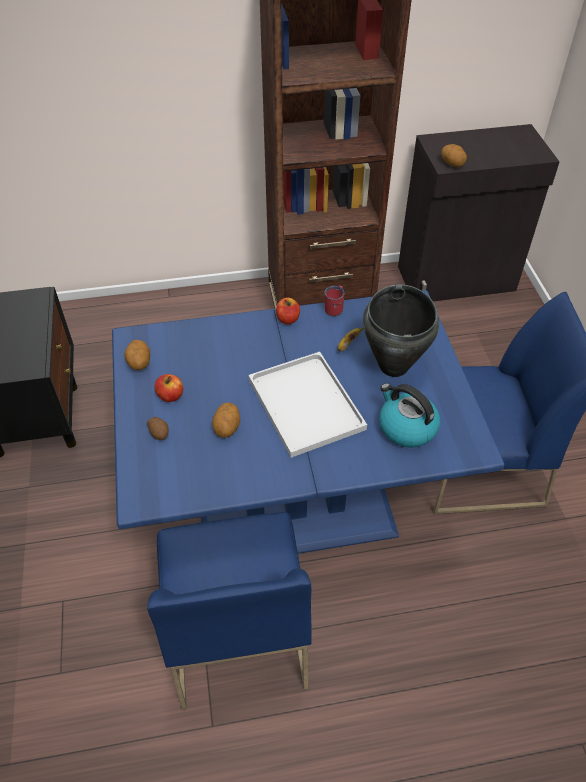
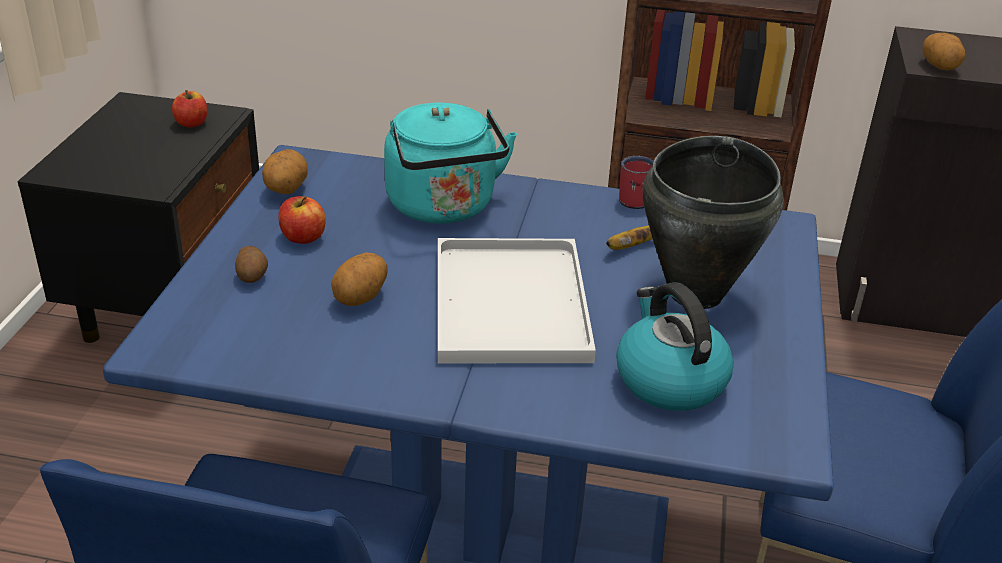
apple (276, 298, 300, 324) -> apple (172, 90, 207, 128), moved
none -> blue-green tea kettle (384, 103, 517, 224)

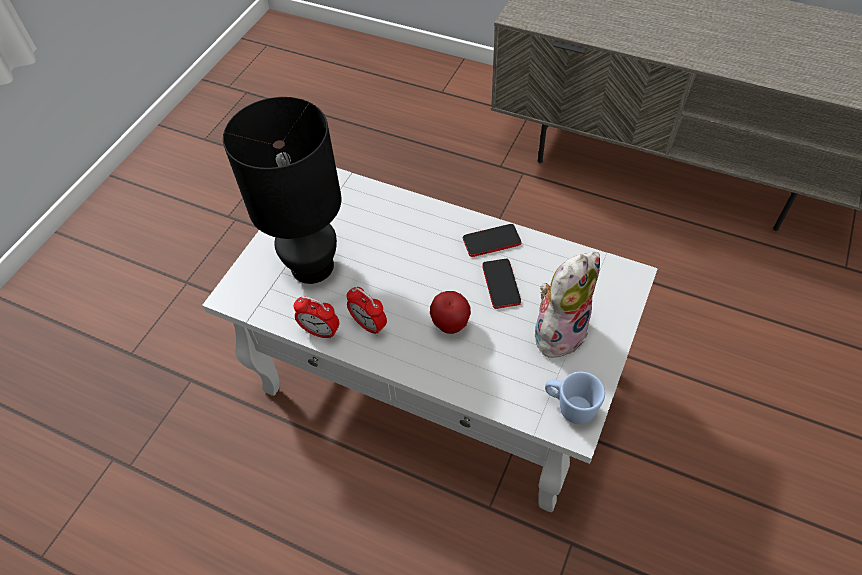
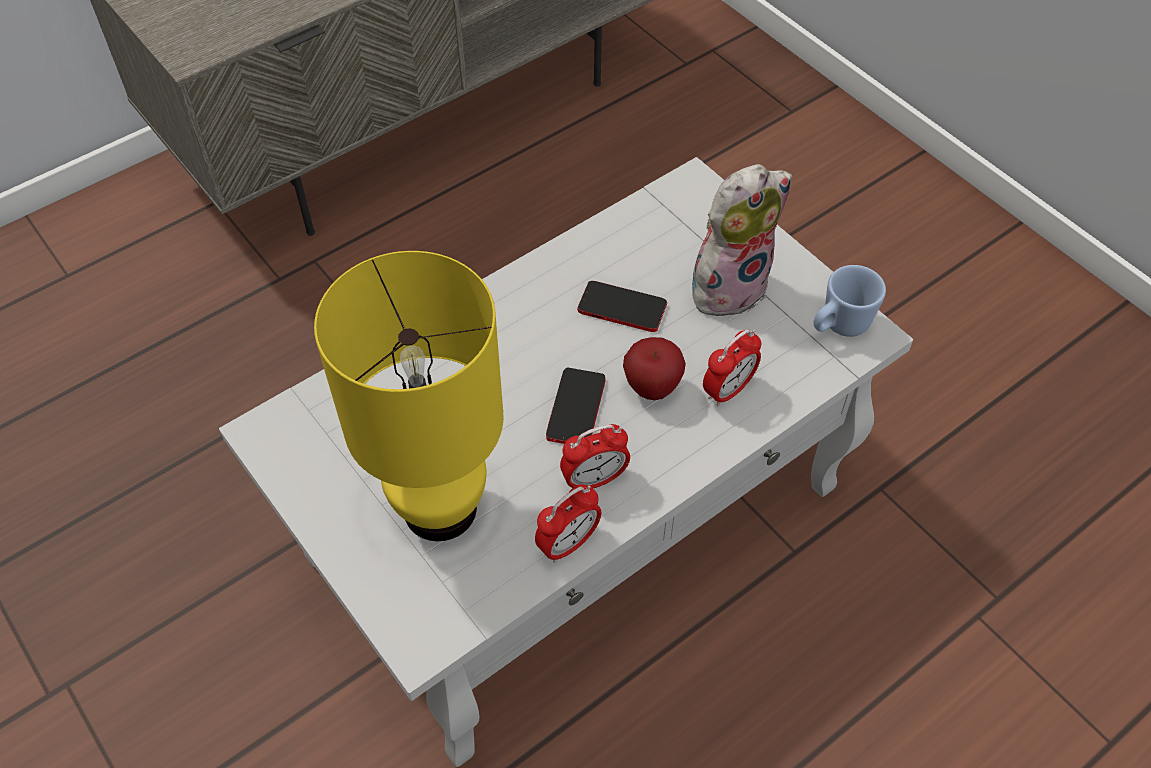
black table lamp (223, 97, 342, 284) -> yellowish table lamp (314, 251, 504, 541)
phone (463, 224, 522, 257) -> phone (546, 367, 606, 444), moved
soft toy (535, 252, 600, 363) -> soft toy (692, 164, 792, 320), 75 degrees clockwise
none -> bedside clock (703, 329, 761, 407)

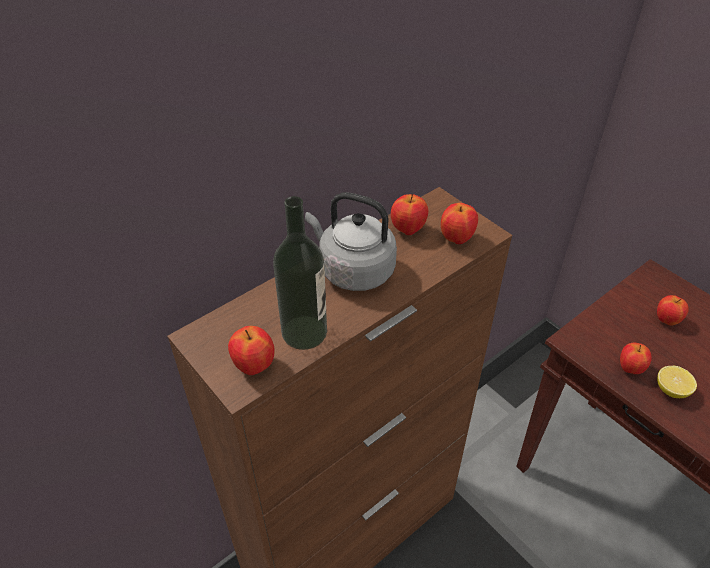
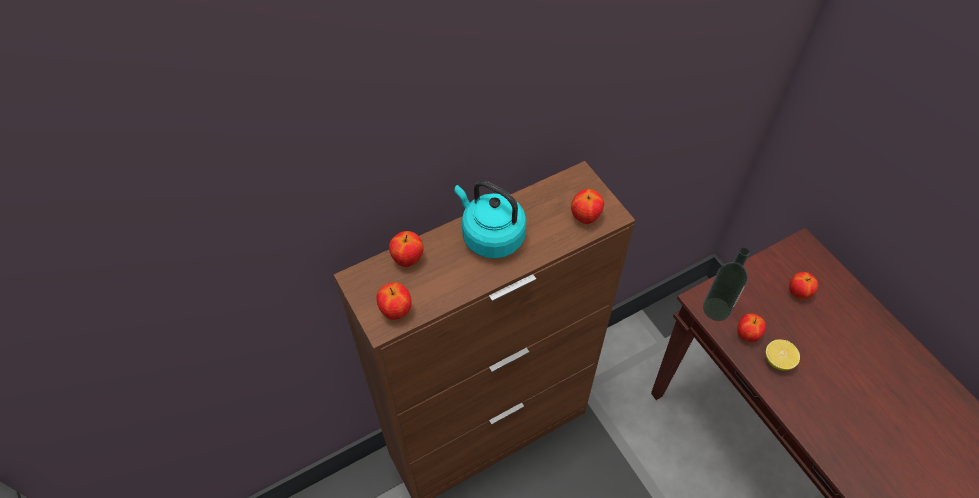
grey tea kettle (305, 192, 397, 291) -> blue-green tea kettle (454, 180, 526, 259)
apple (391, 194, 428, 235) -> apple (389, 231, 423, 267), moved
drink bottle (273, 196, 327, 350) -> drink bottle (703, 247, 750, 321), moved

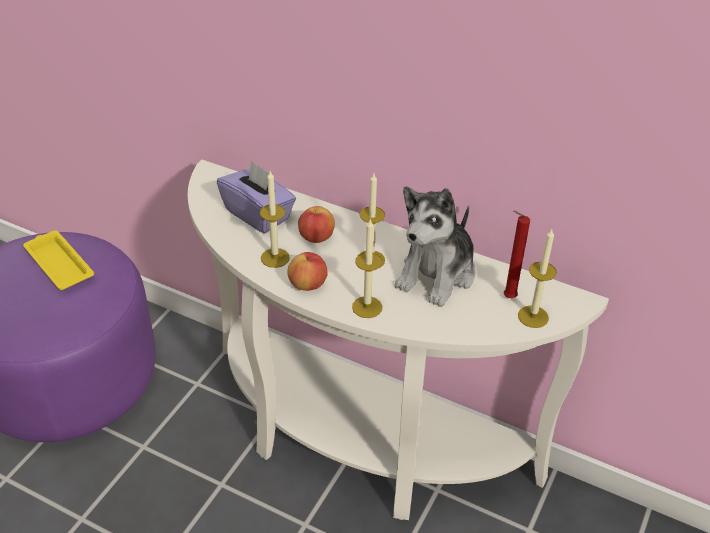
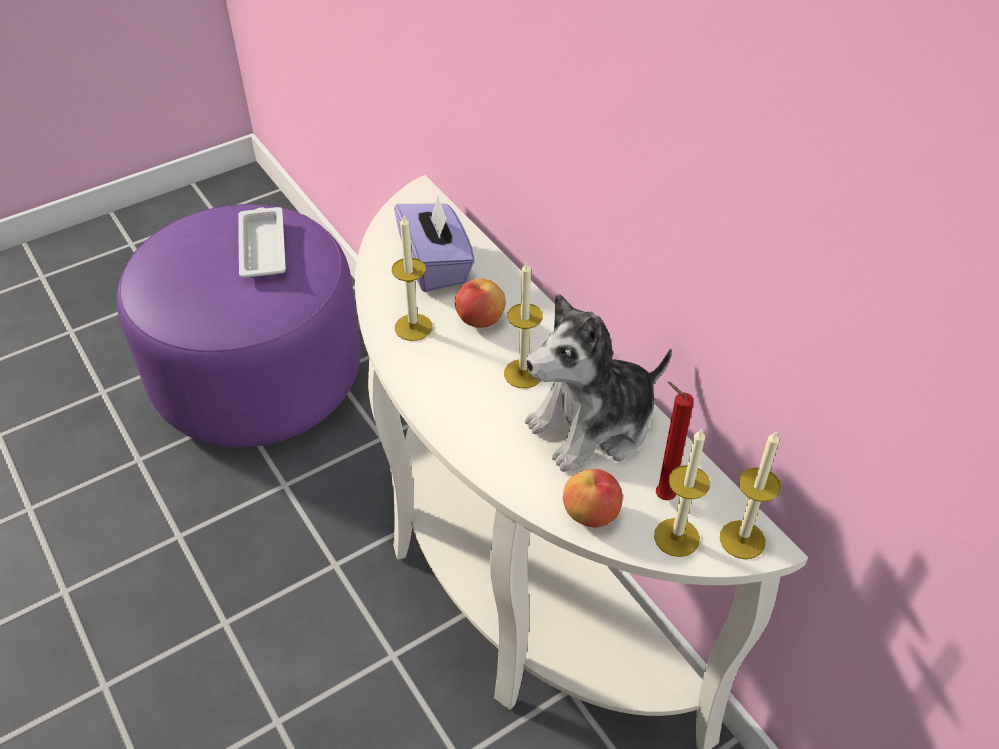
wax candle (352, 218, 382, 318) -> wax candle (720, 430, 781, 559), moved
yellowish serving tray (23, 230, 94, 290) -> white-coloured serving tray (238, 207, 286, 278)
apple (287, 252, 328, 291) -> apple (563, 469, 623, 528), moved

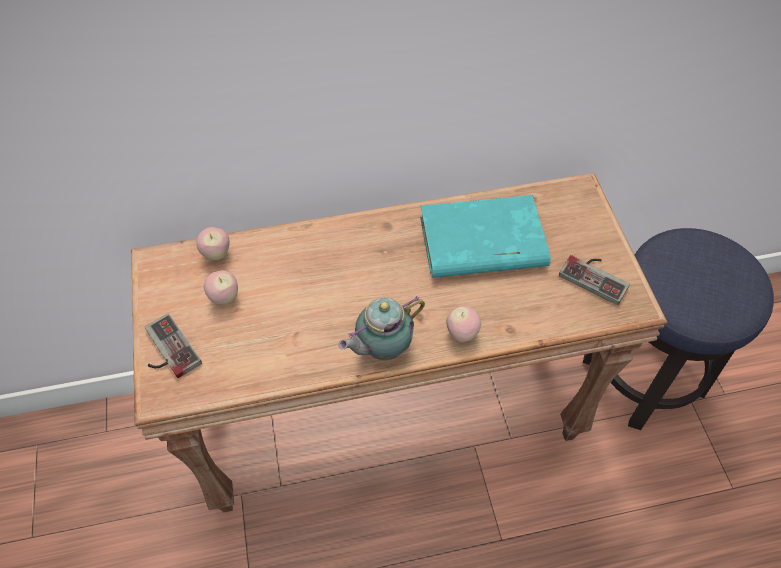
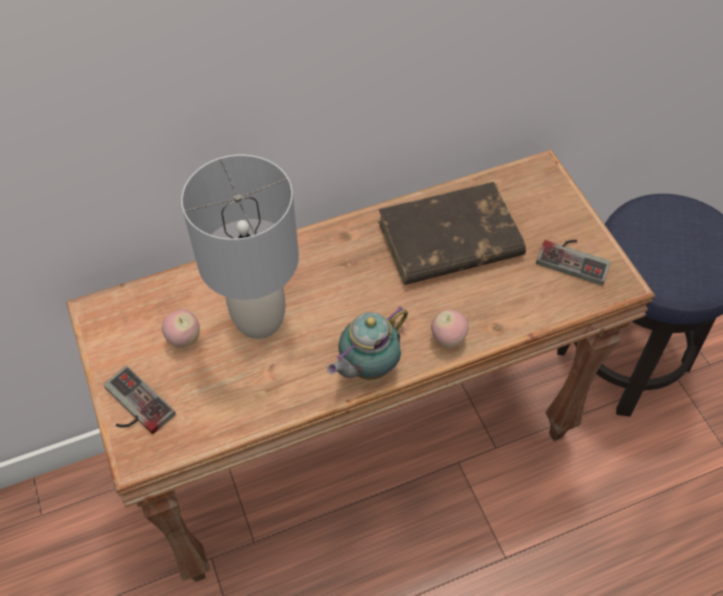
blue-green volume (420, 195, 551, 278) -> brown volume (378, 182, 526, 285)
apple (196, 227, 229, 260) -> none
none -> grey table lamp (181, 154, 299, 339)

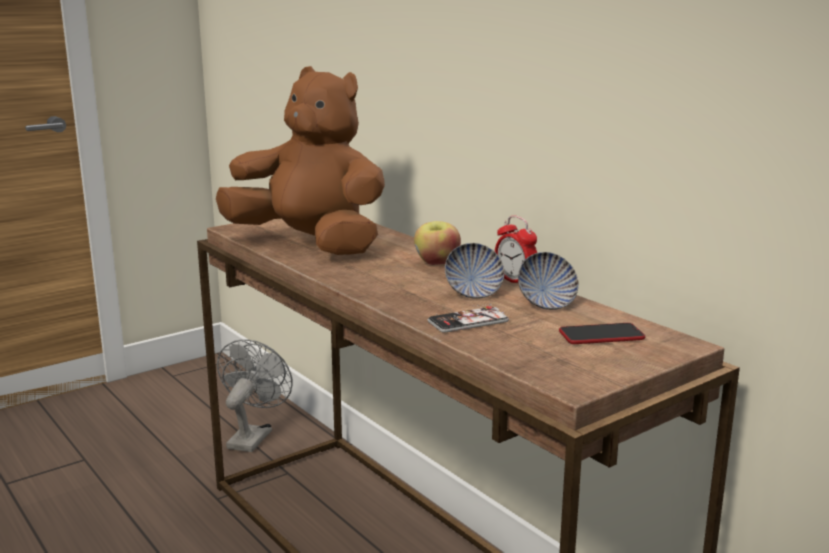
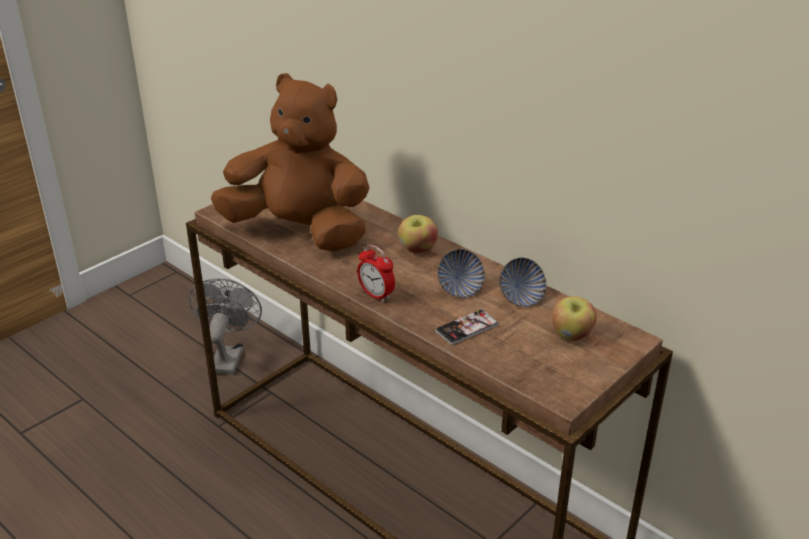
bedside clock (495, 215, 537, 283) -> bedside clock (357, 245, 395, 303), moved
phone (559, 323, 645, 344) -> apple (552, 296, 597, 341)

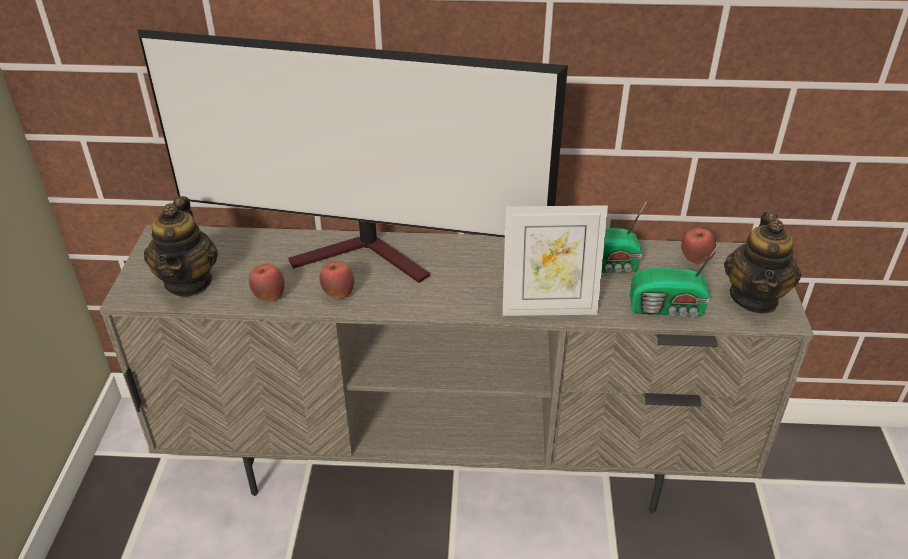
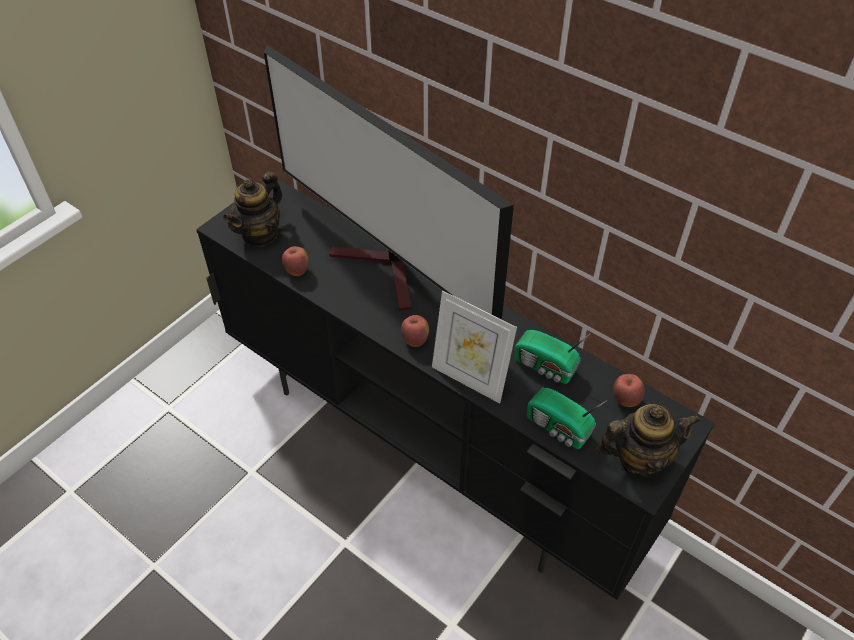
pot for tea (724, 211, 801, 314) -> pot for tea (596, 404, 701, 478), 150 degrees counterclockwise
sand-coloured tv unit (99, 225, 814, 513) -> black tv unit (196, 180, 715, 600)
apple (319, 261, 354, 299) -> apple (401, 315, 429, 347), moved

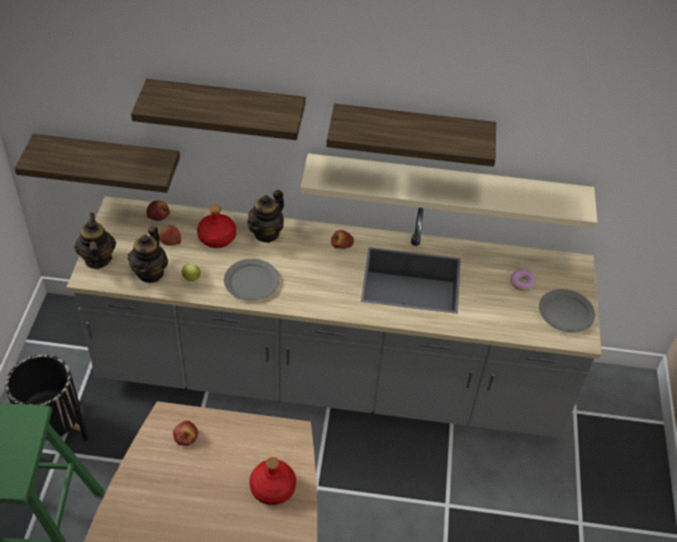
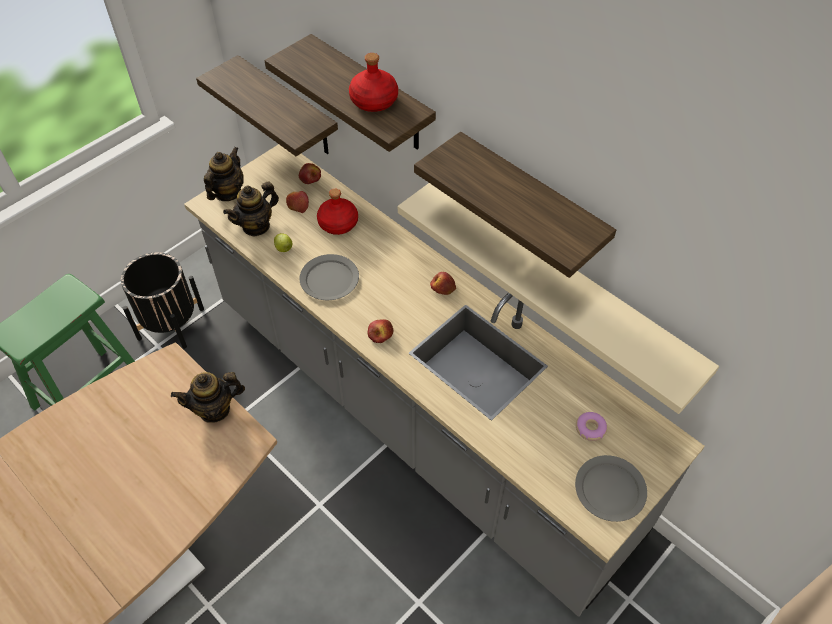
pot for tea (247, 190, 284, 243) -> pot for tea (171, 372, 245, 422), moved
apple (173, 420, 198, 446) -> apple (368, 319, 393, 343), moved
red-coloured drink bottle (249, 457, 296, 505) -> red-coloured drink bottle (349, 53, 398, 112), moved

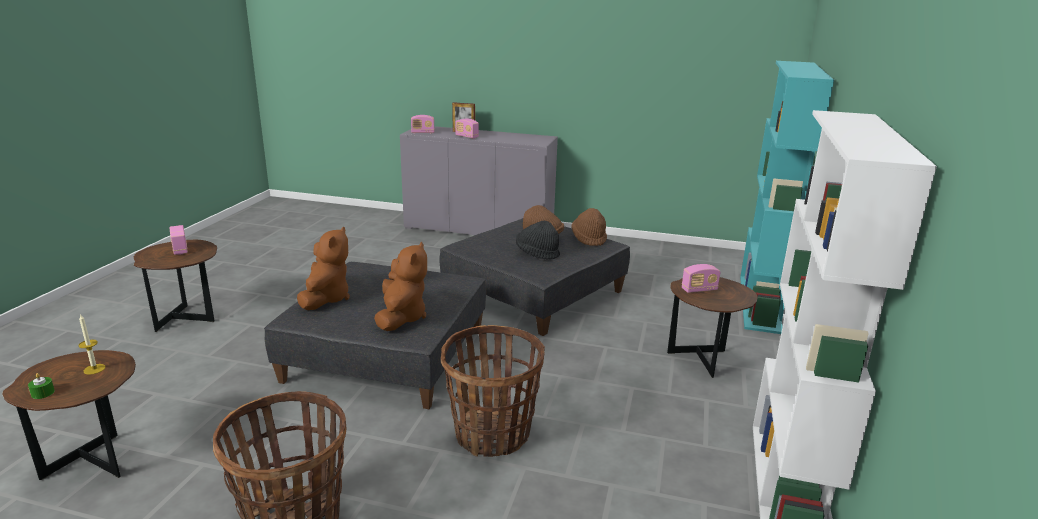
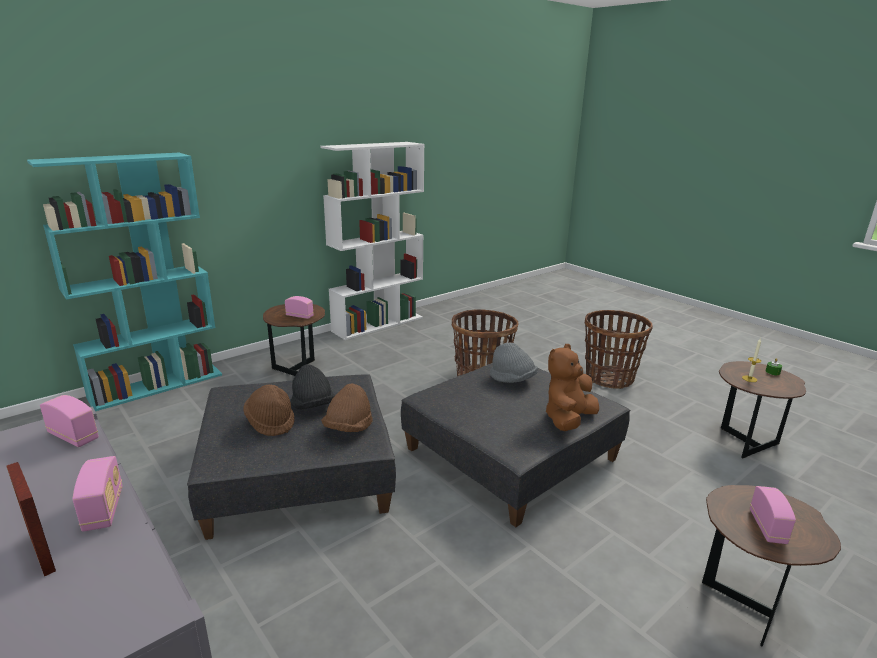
radio (411, 115, 435, 133) -> radio (40, 395, 99, 447), moved
brown wearable hat (571, 208, 607, 246) -> brown wearable hat (321, 384, 373, 432), moved
brown soft toy (374, 242, 427, 331) -> grey wearable hat (490, 342, 538, 383)

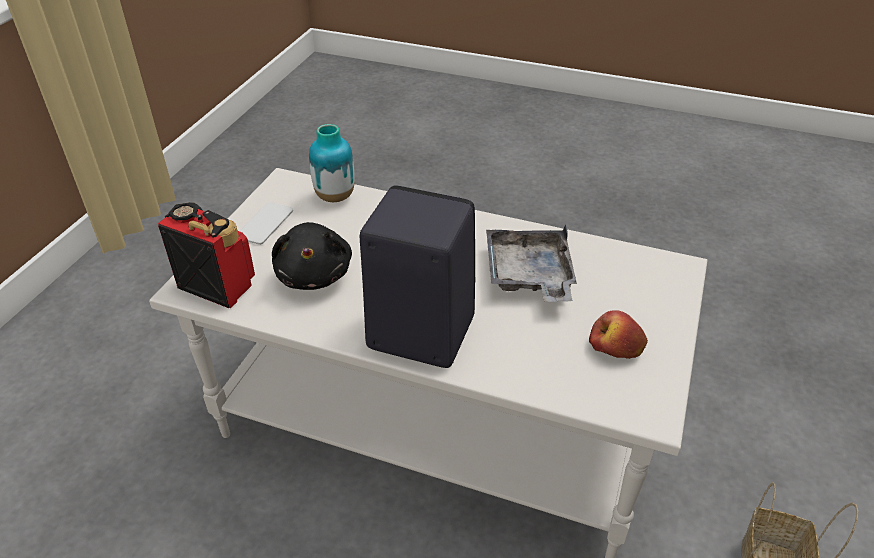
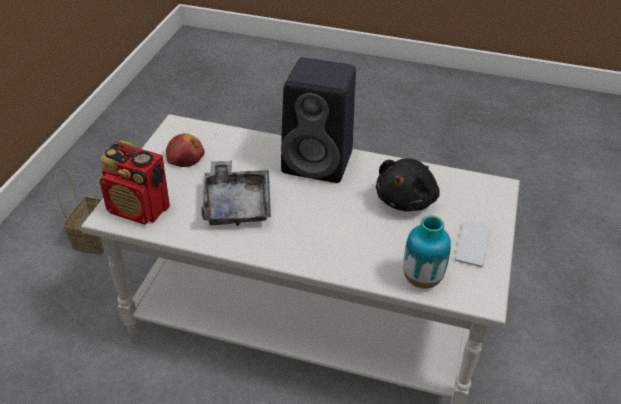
radio (158, 202, 255, 308) -> radio (100, 140, 170, 225), moved
black soft toy (272, 222, 352, 290) -> black soft toy (376, 158, 440, 211), 135 degrees counterclockwise

